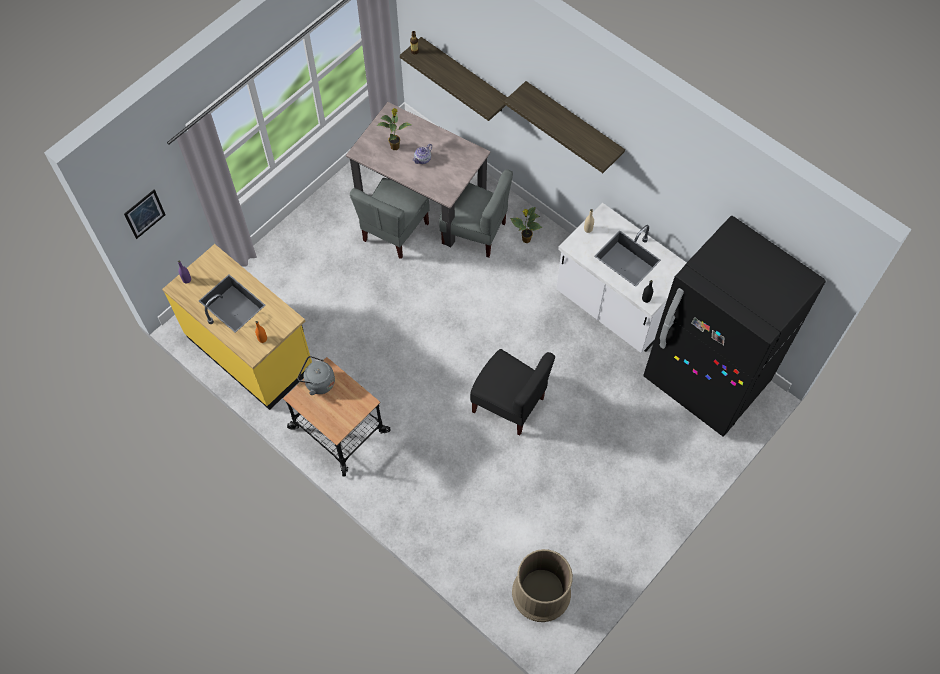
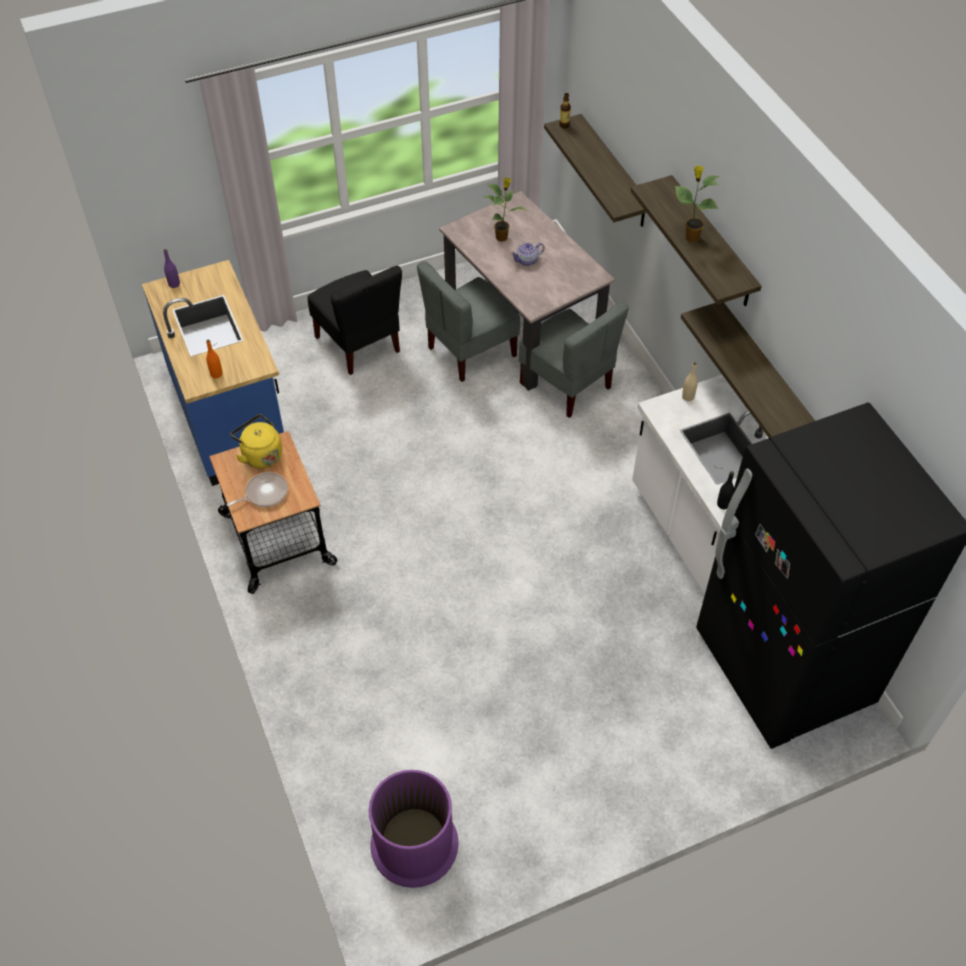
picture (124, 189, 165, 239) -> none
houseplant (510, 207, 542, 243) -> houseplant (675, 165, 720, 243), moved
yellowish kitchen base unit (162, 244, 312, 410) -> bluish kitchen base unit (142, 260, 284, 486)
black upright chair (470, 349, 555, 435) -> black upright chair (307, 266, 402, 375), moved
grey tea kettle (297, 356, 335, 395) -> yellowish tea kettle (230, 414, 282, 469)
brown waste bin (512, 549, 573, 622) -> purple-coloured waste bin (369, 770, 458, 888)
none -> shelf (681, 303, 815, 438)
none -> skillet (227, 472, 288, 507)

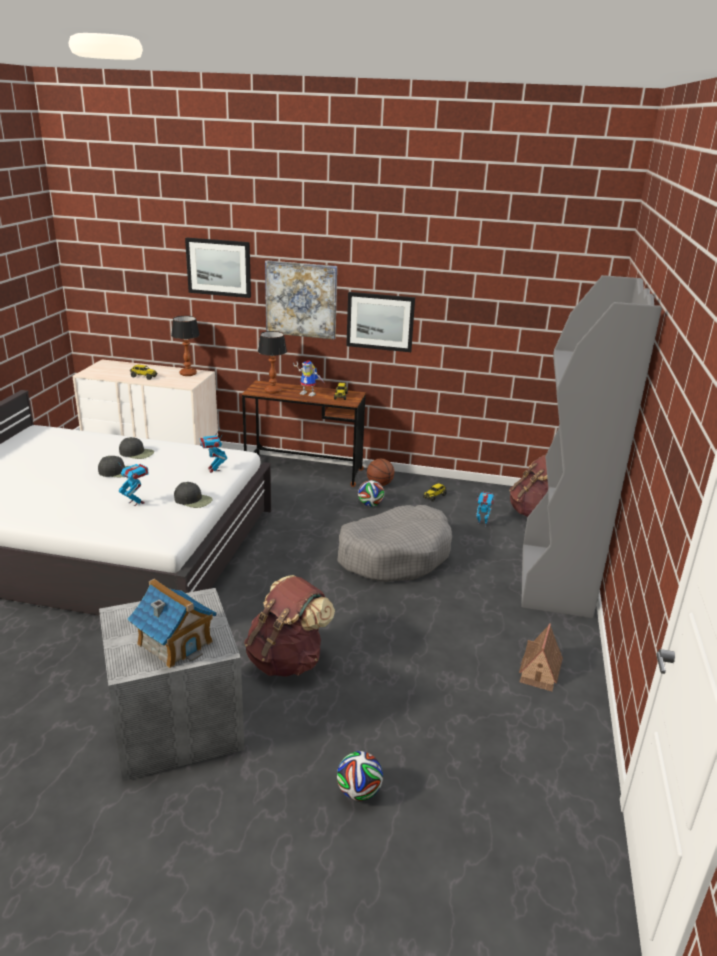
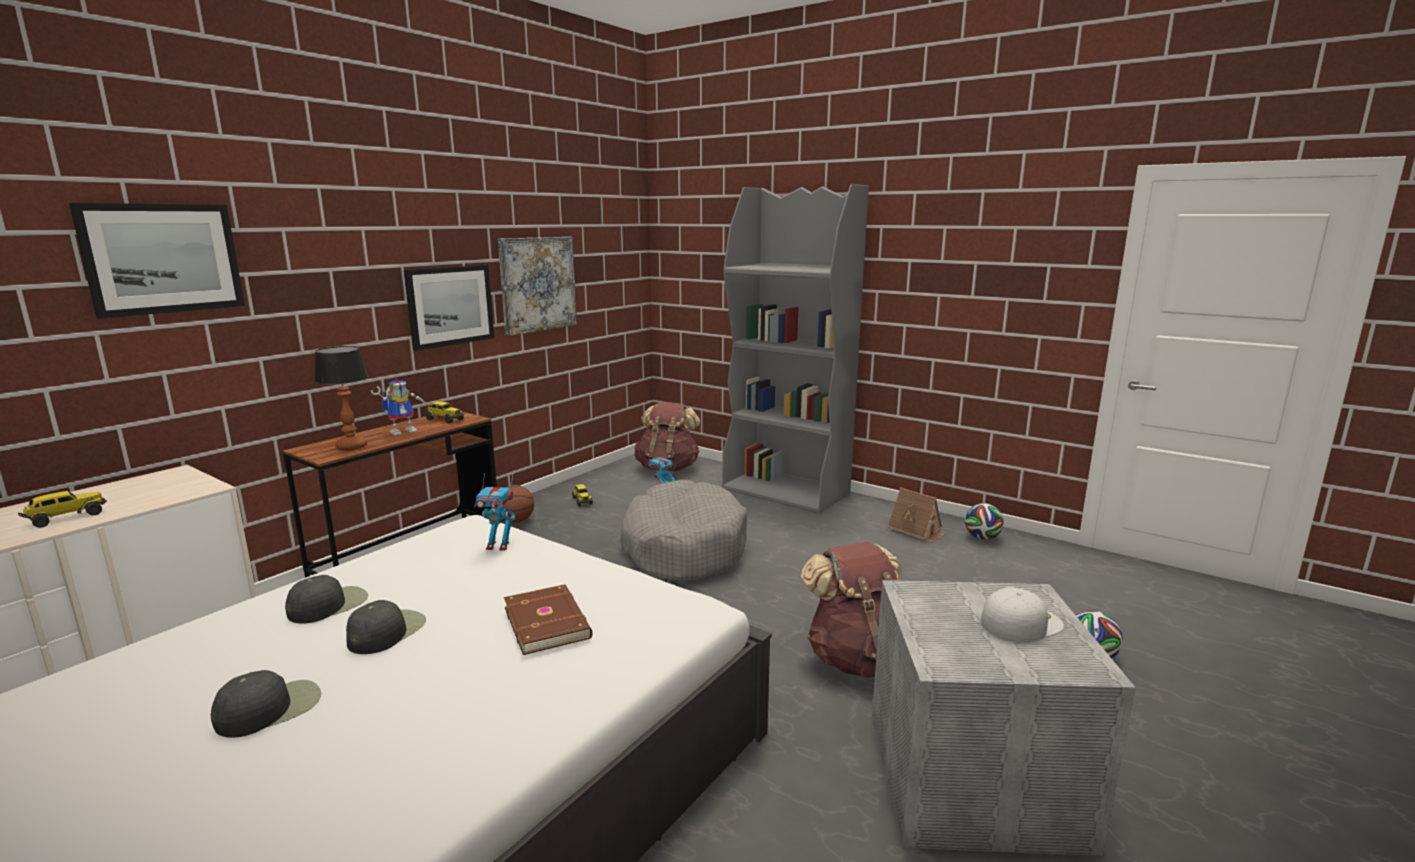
picture (265, 260, 337, 340) -> picture (498, 237, 577, 336), moved
table lamp (171, 316, 200, 376) -> none
model robot (118, 462, 149, 506) -> brown volume (504, 584, 592, 655)
ball for football (358, 480, 384, 507) -> ball for football (965, 503, 1004, 540), moved
black baseball cap (174, 482, 213, 508) -> black baseball cap (211, 670, 321, 738), moved
model house (127, 579, 217, 668) -> white-coloured baseball cap (981, 587, 1064, 643)

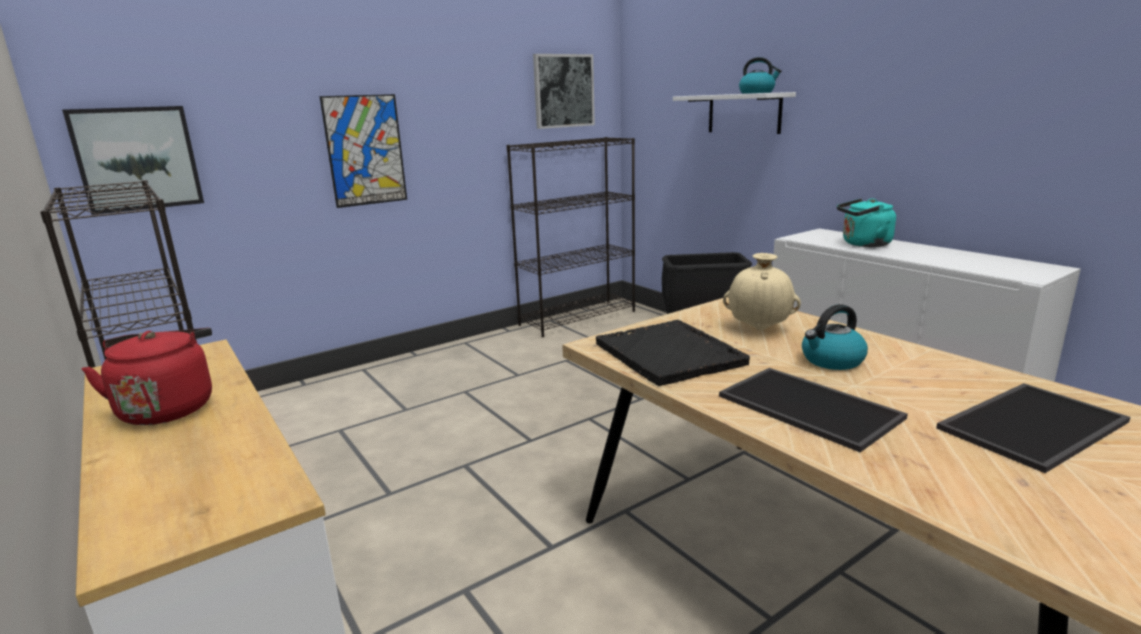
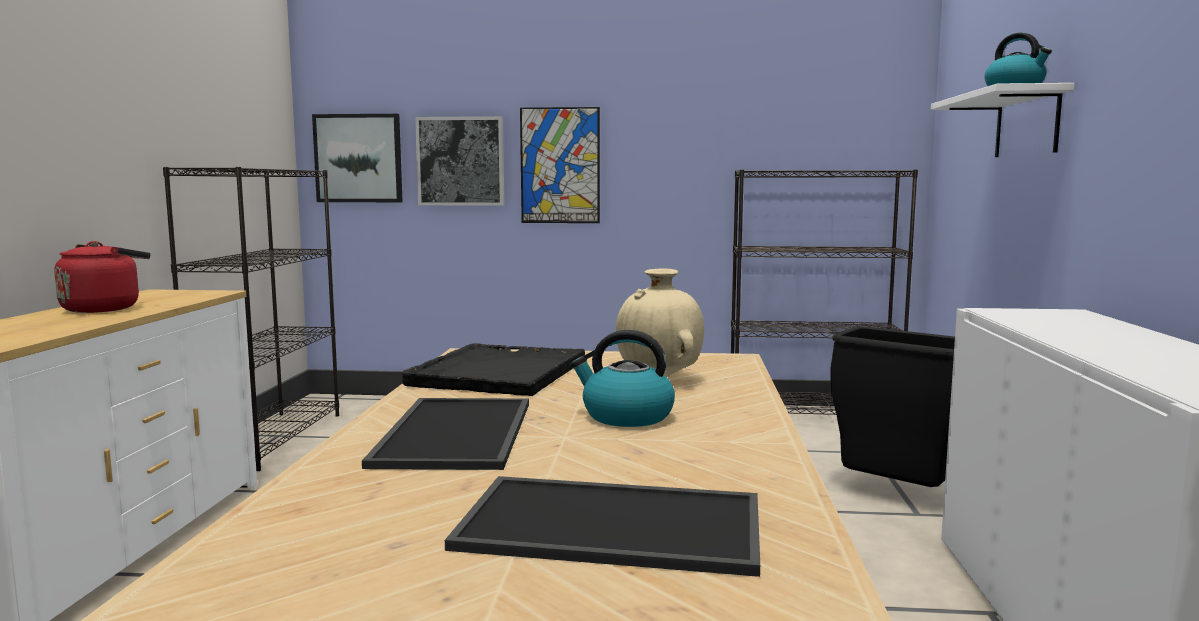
picture (533, 54, 595, 129) -> picture (415, 116, 504, 206), moved
blue-green tea kettle (837, 198, 896, 247) -> none

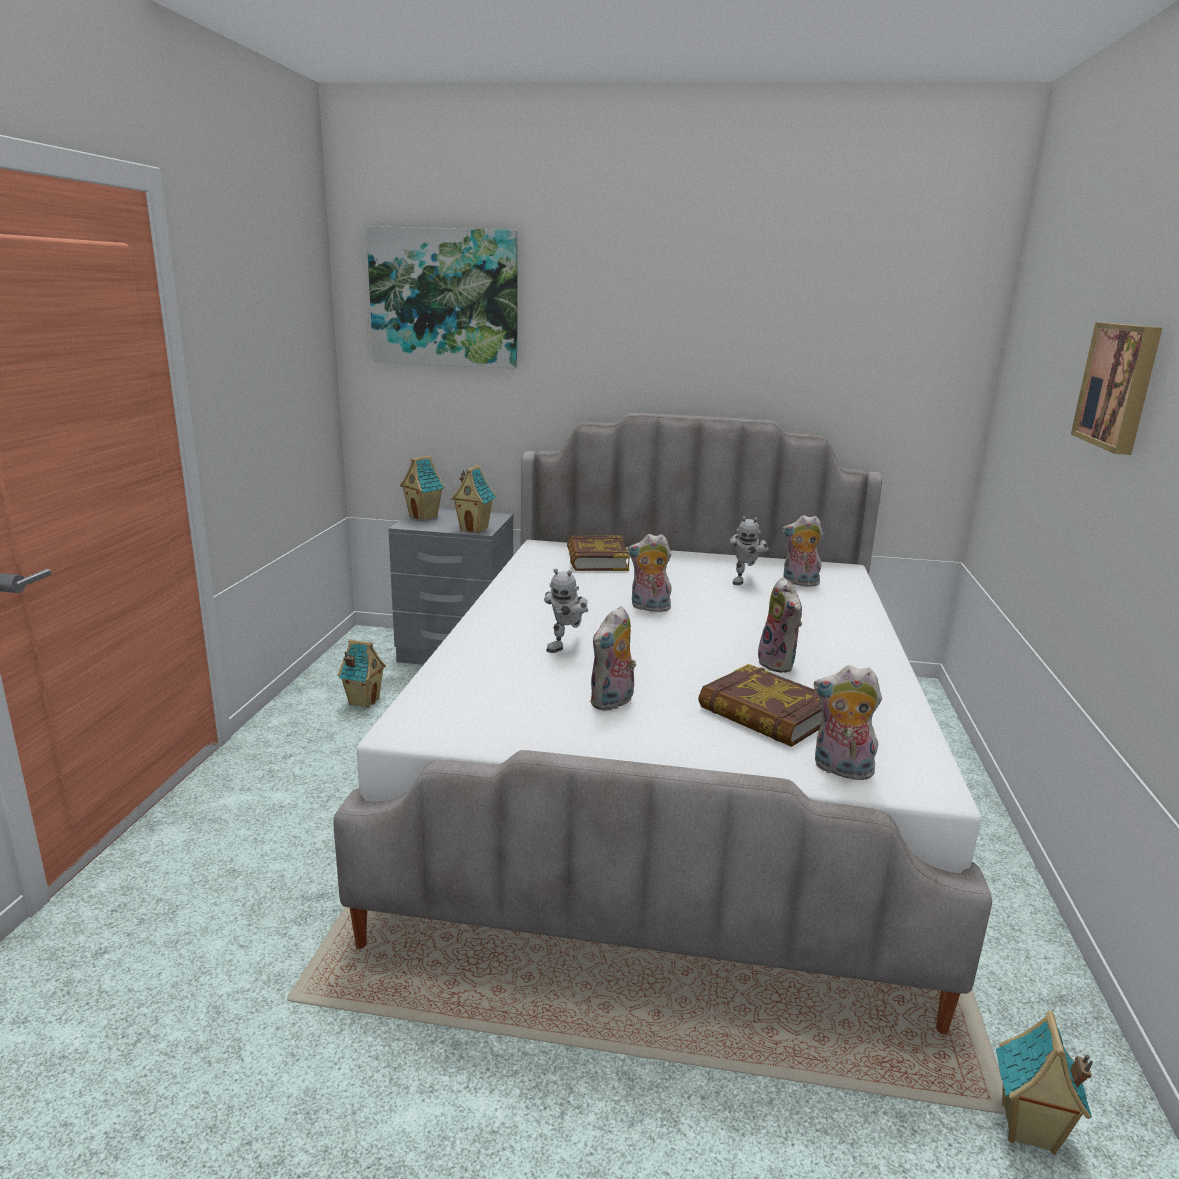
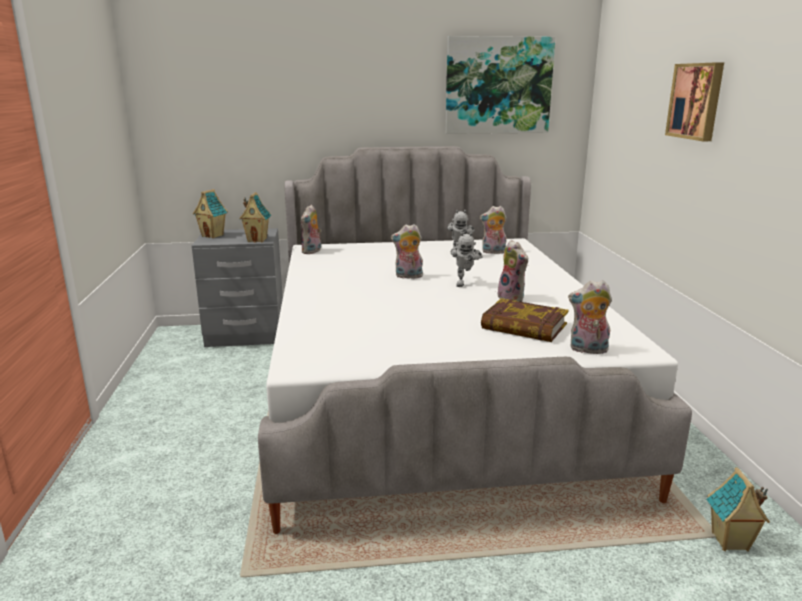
picture (366, 226, 518, 368) -> picture (445, 36, 556, 134), moved
volume (567, 535, 630, 571) -> none
model robot (544, 568, 588, 653) -> model robot (451, 232, 483, 287), moved
soft toy (590, 606, 636, 711) -> soft toy (301, 205, 321, 254), moved
model house (338, 639, 386, 708) -> none

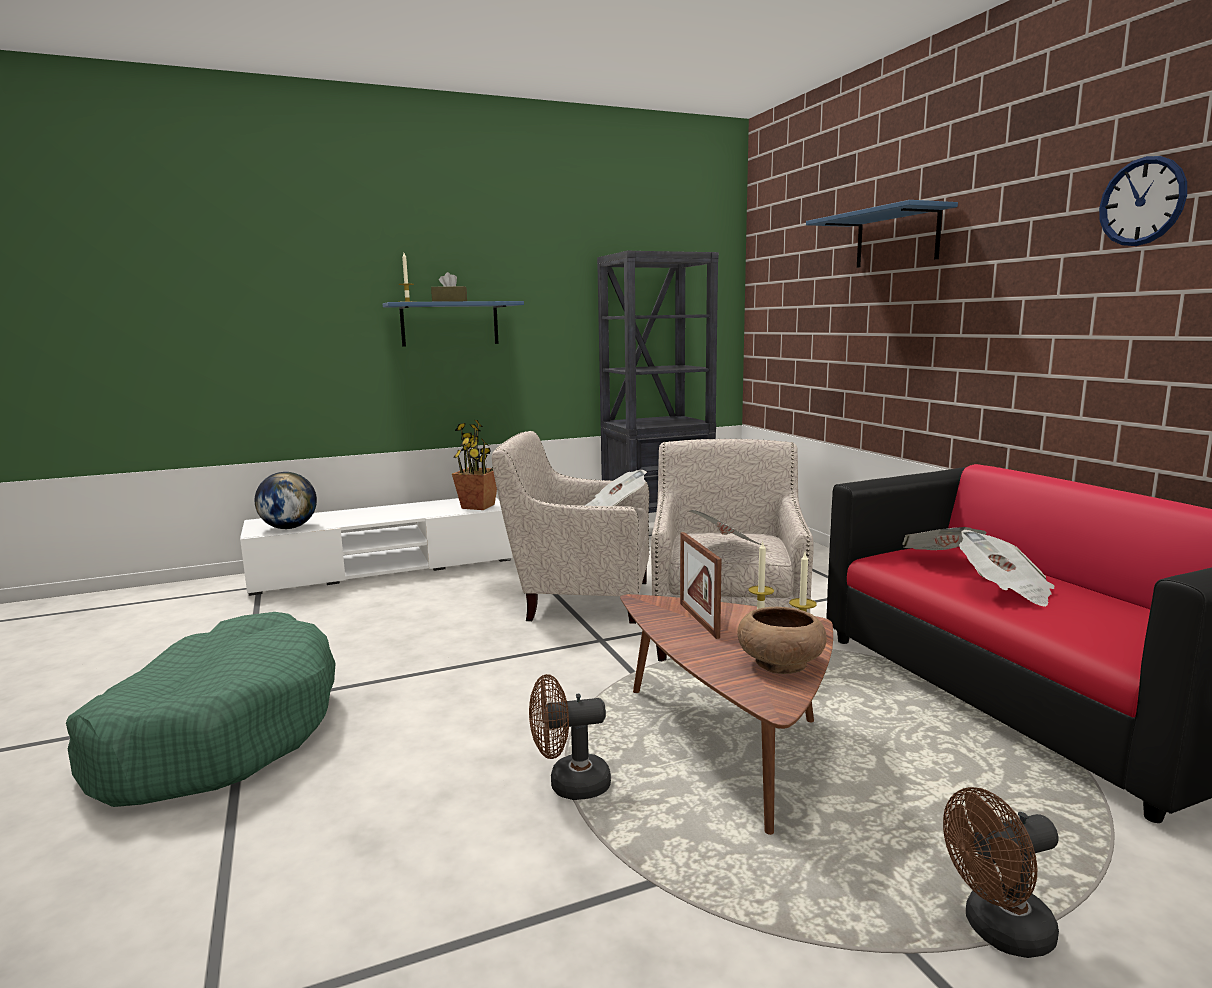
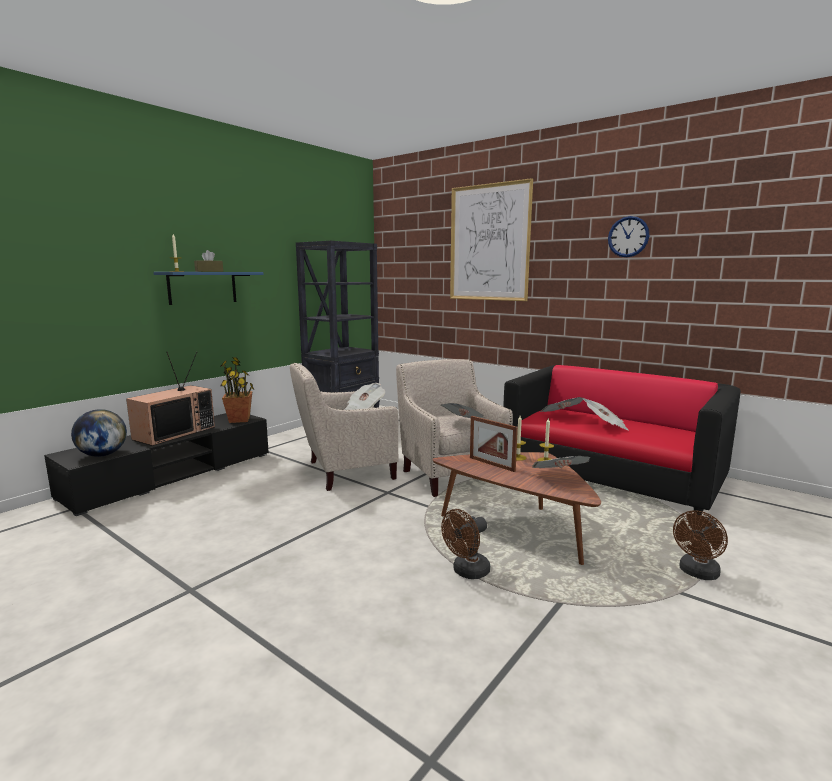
bluish shelf (806, 200, 958, 268) -> picture (450, 178, 533, 301)
white-coloured tv unit (240, 498, 513, 596) -> black tv unit (44, 413, 269, 516)
brown serving bowl (737, 607, 827, 674) -> printed paper (532, 456, 590, 468)
green pet bed (66, 612, 336, 807) -> none
none -> television (126, 352, 215, 446)

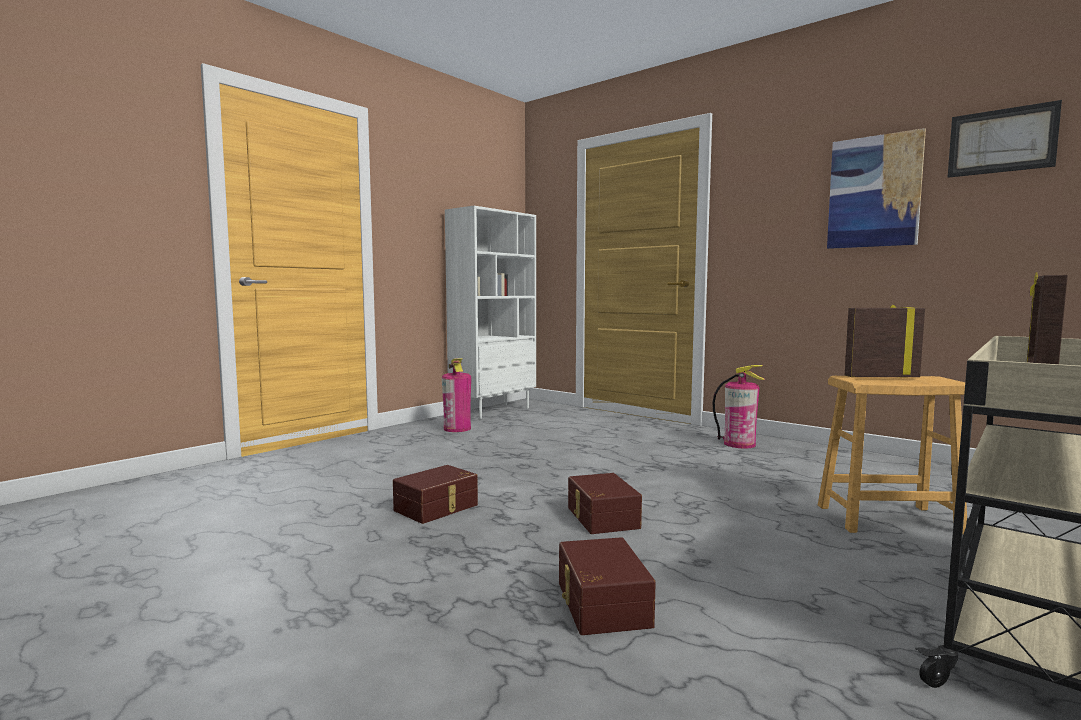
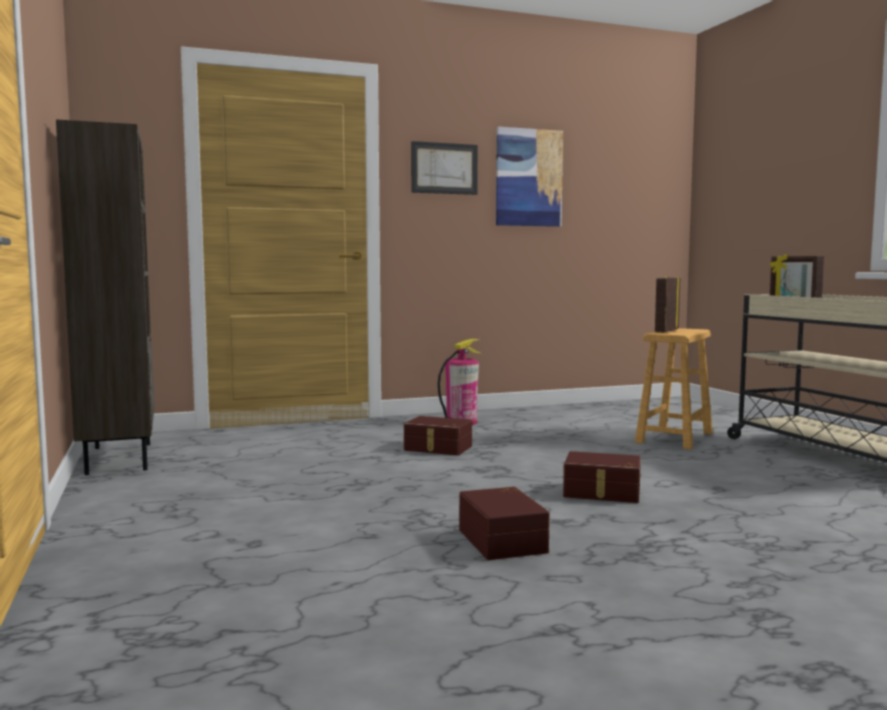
picture (948, 100, 1062, 178) -> picture (411, 141, 478, 195), moved
white-coloured bookshelf (445, 206, 536, 419) -> brown bookshelf (56, 119, 155, 475)
fire extinguisher (442, 358, 471, 432) -> none
brown storage container (559, 537, 656, 635) -> brown storage container (404, 416, 472, 455), moved

